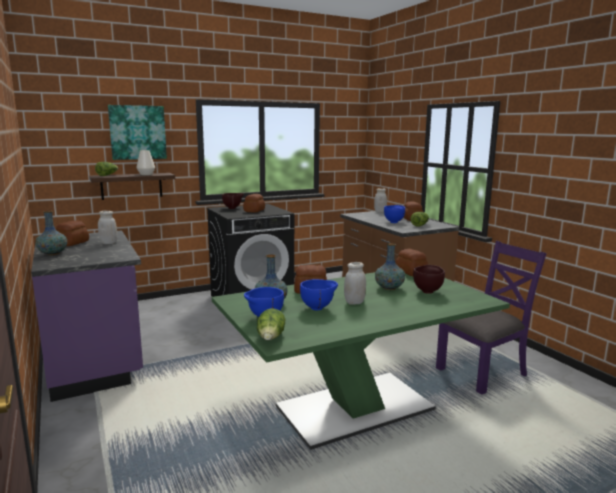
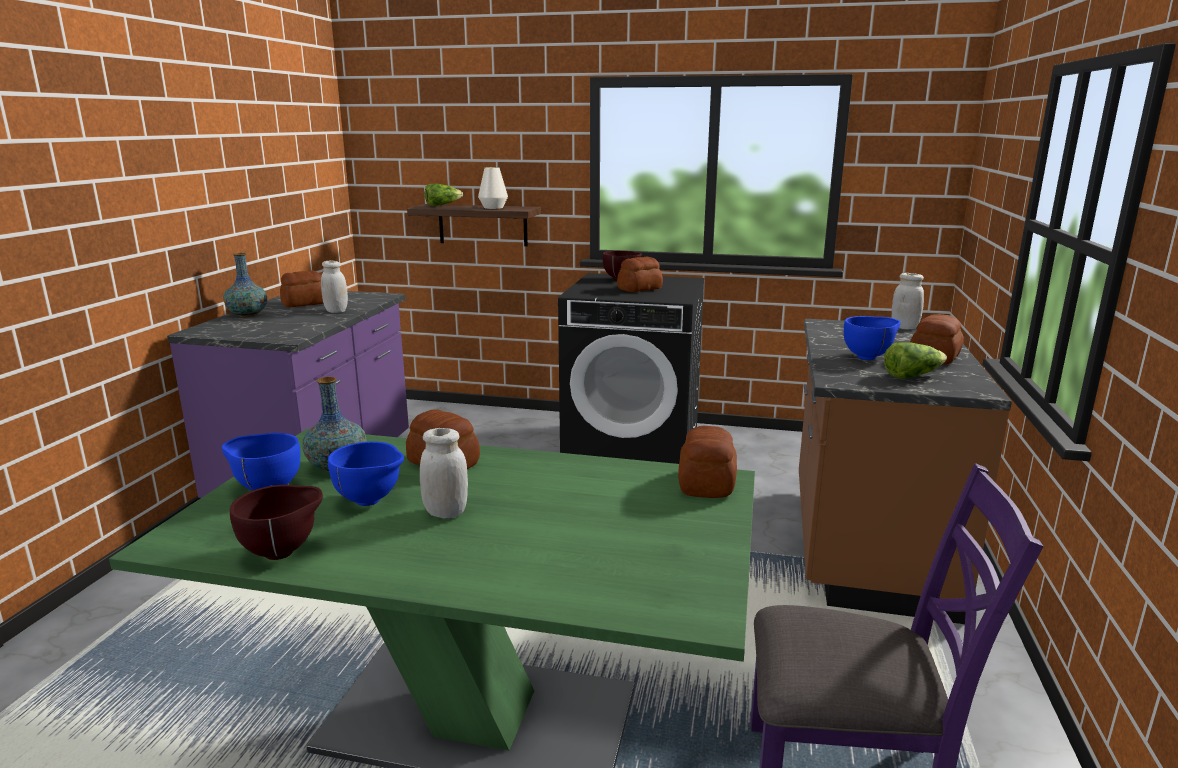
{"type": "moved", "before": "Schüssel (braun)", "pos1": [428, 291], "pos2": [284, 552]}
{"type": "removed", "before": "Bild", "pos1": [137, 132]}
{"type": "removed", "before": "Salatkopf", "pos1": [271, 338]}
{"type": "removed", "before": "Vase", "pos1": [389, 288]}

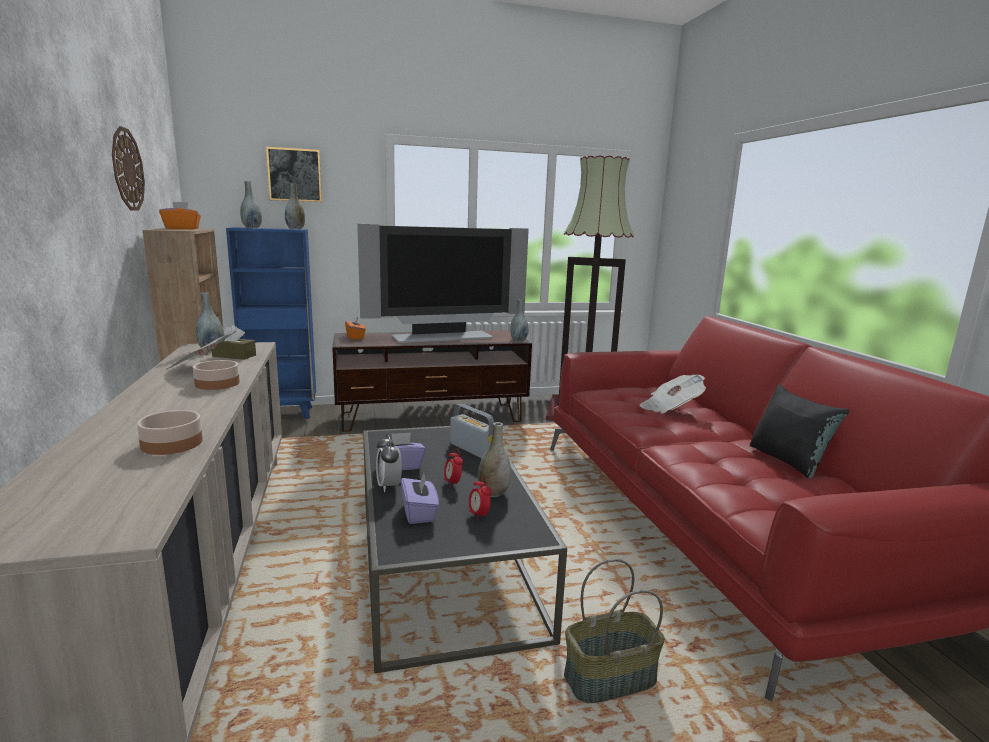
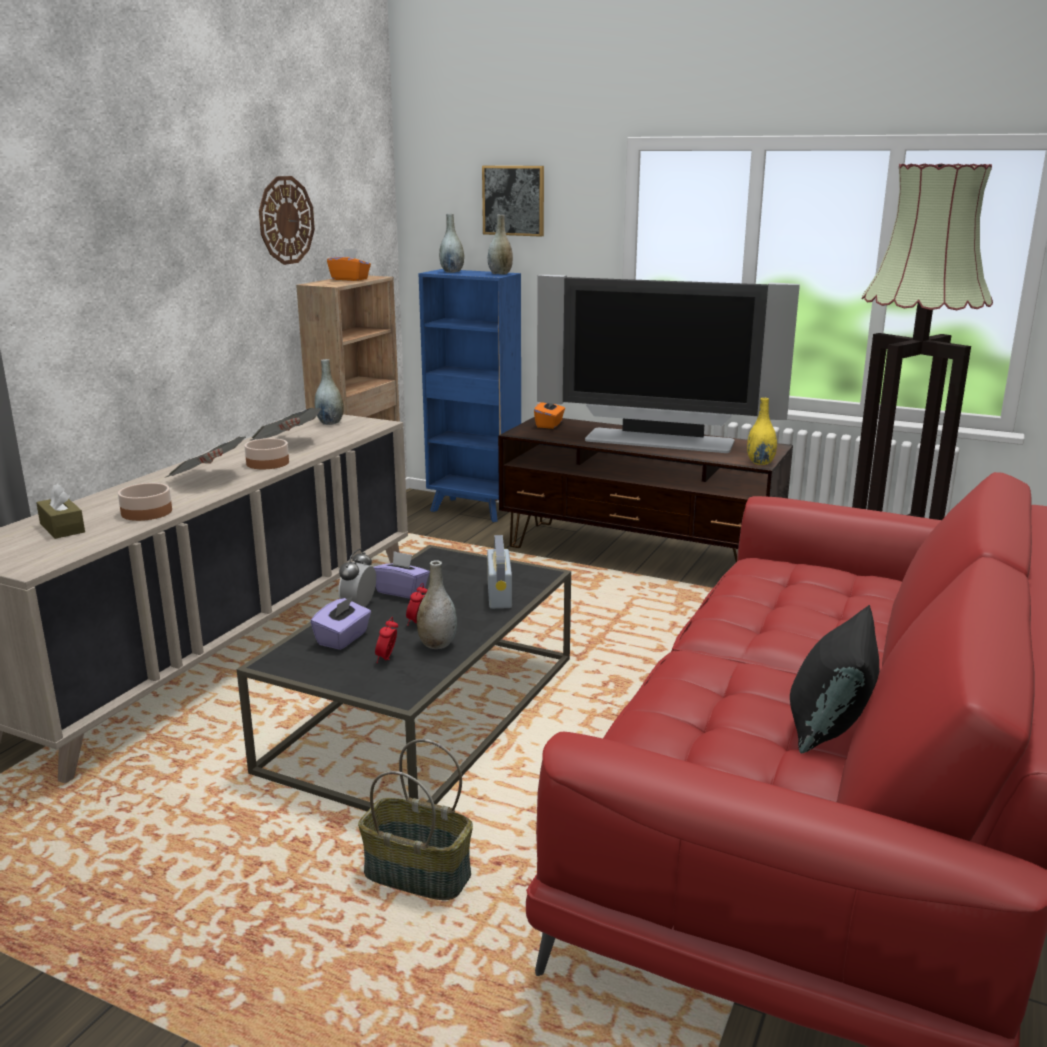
{"type": "moved", "before": "Taschentuchbox (braun)", "pos1": [234, 356], "pos2": [62, 528]}
{"type": "moved", "before": "Zeitung", "pos1": [670, 408], "pos2": [207, 478]}
{"type": "recoloured", "before": "Vase (grau)", "after": "Vase (gelb)", "pos1": [518, 340], "pos2": [760, 462]}

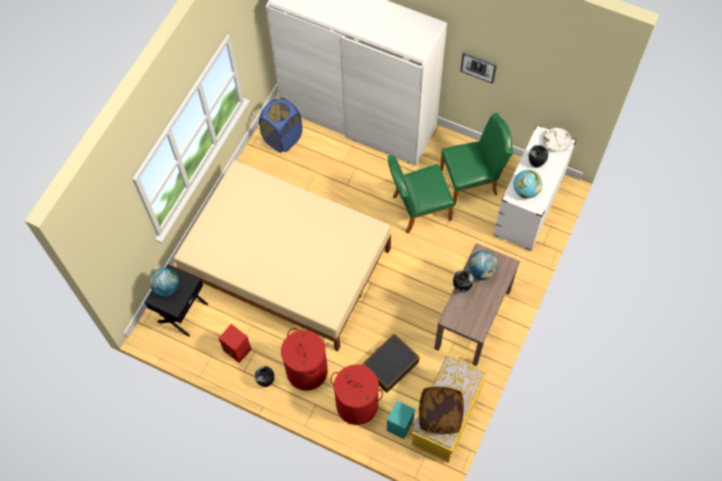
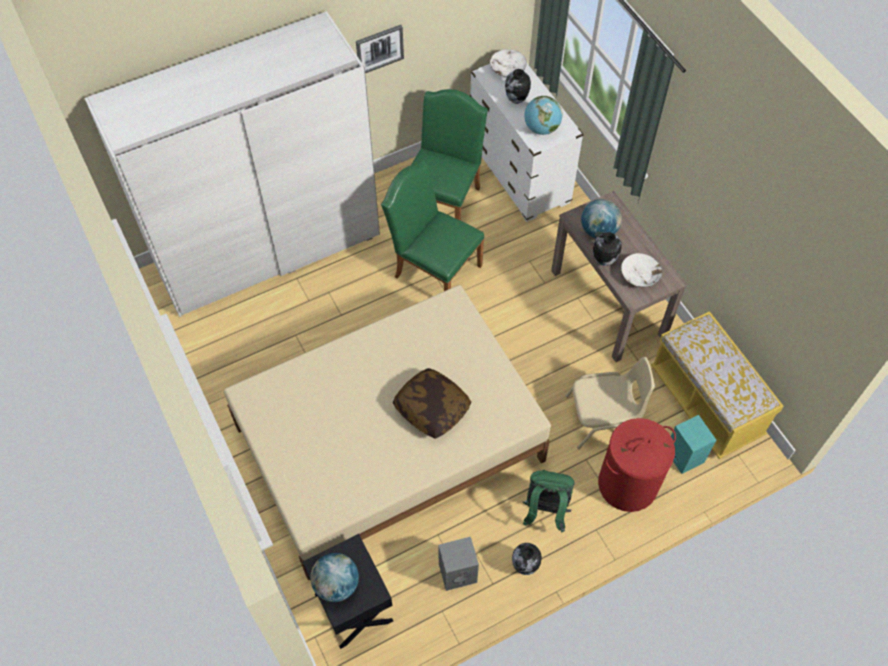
{"type": "turned", "before": "Stuhl (grün)", "pos1": [417, 209], "pos2": [433, 268], "turn": 105}
{"type": "moved", "before": "Kissen", "pos1": [440, 412], "pos2": [431, 408]}
{"type": "recoloured", "before": "Lautsprecher (rot)", "after": "Lautsprecher (grau)", "pos1": [238, 350], "pos2": [458, 572]}
{"type": "replaced", "before": "Wäschekorb (rot)", "after": "Rucksack (grün)", "pos1": [306, 371], "pos2": [545, 511]}
{"type": "replaced", "before": "Koffer (schwarz)", "after": "Stuhl (beige)", "pos1": [390, 365], "pos2": [603, 418]}
{"type": "added", "after": "Schüssel (weiß)", "pos2": [640, 276]}
{"type": "removed", "before": "Wäschekorb (blau)", "pos1": [282, 138]}

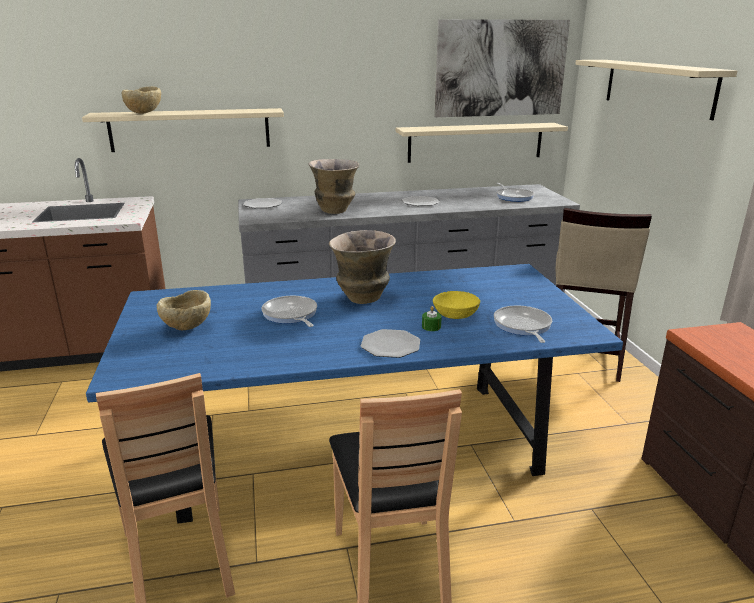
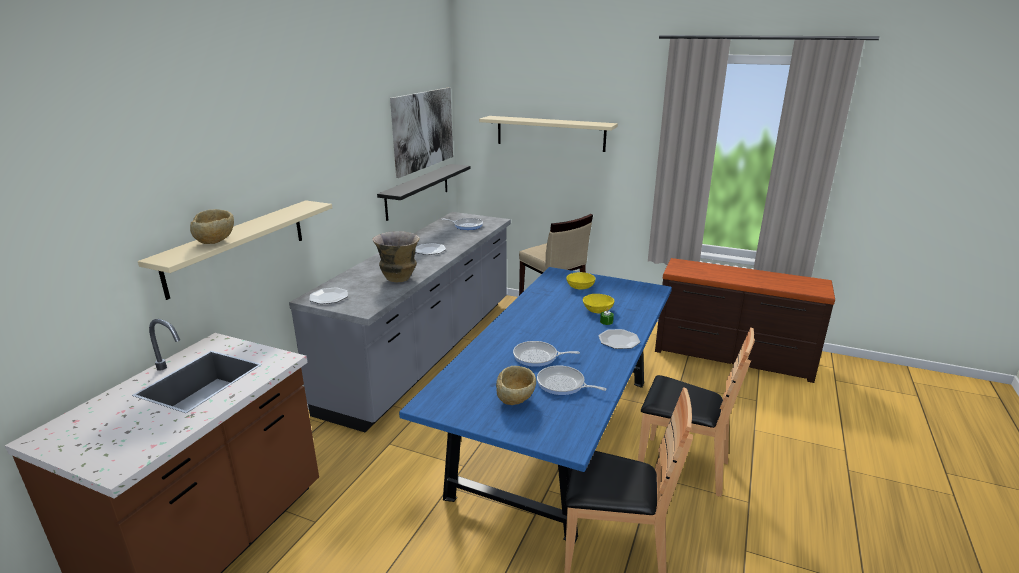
{"type": "recoloured", "before": "Wandregal (beige)", "after": "Wandregal (schwarz)", "pos1": [475, 142], "pos2": [418, 191]}
{"type": "moved", "before": "Pfanne", "pos1": [522, 326], "pos2": [563, 384]}
{"type": "added", "after": "Schüssel (gelb)", "pos2": [580, 287]}
{"type": "removed", "before": "Vase", "pos1": [363, 299]}

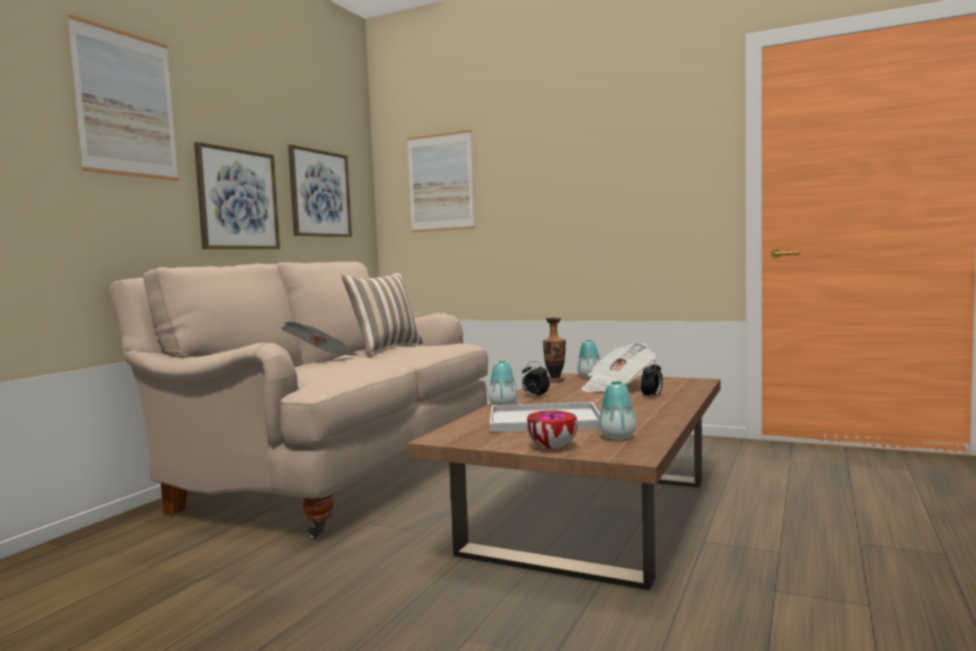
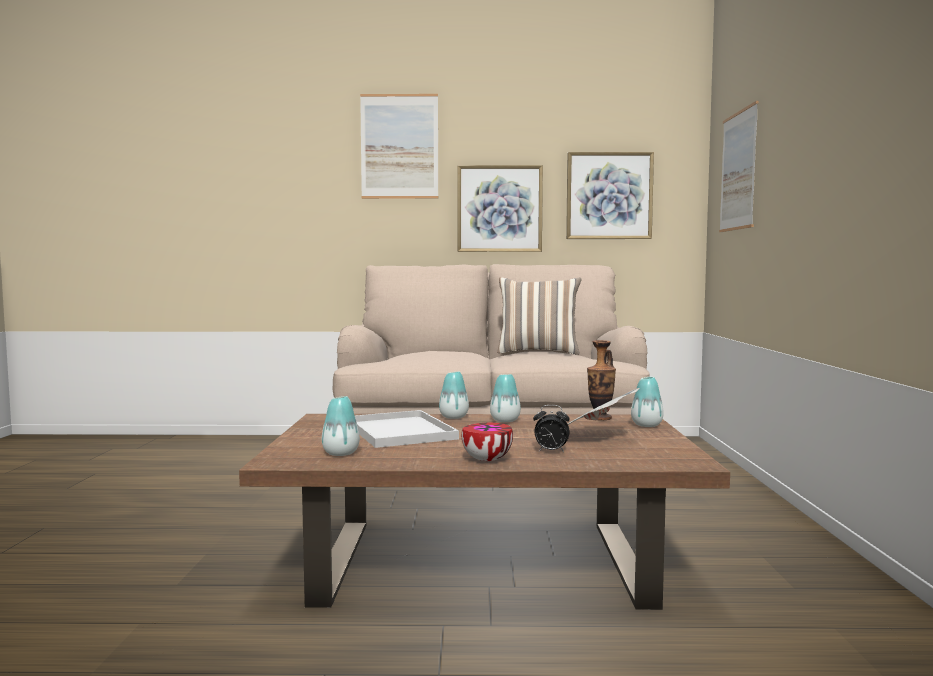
{"type": "moved", "before": "Schüssel", "pos1": [552, 448], "pos2": [485, 460]}
{"type": "replaced", "before": "Wecker", "after": "Vase", "pos1": [535, 397], "pos2": [505, 420]}
{"type": "removed", "before": "Zeitung", "pos1": [322, 359]}

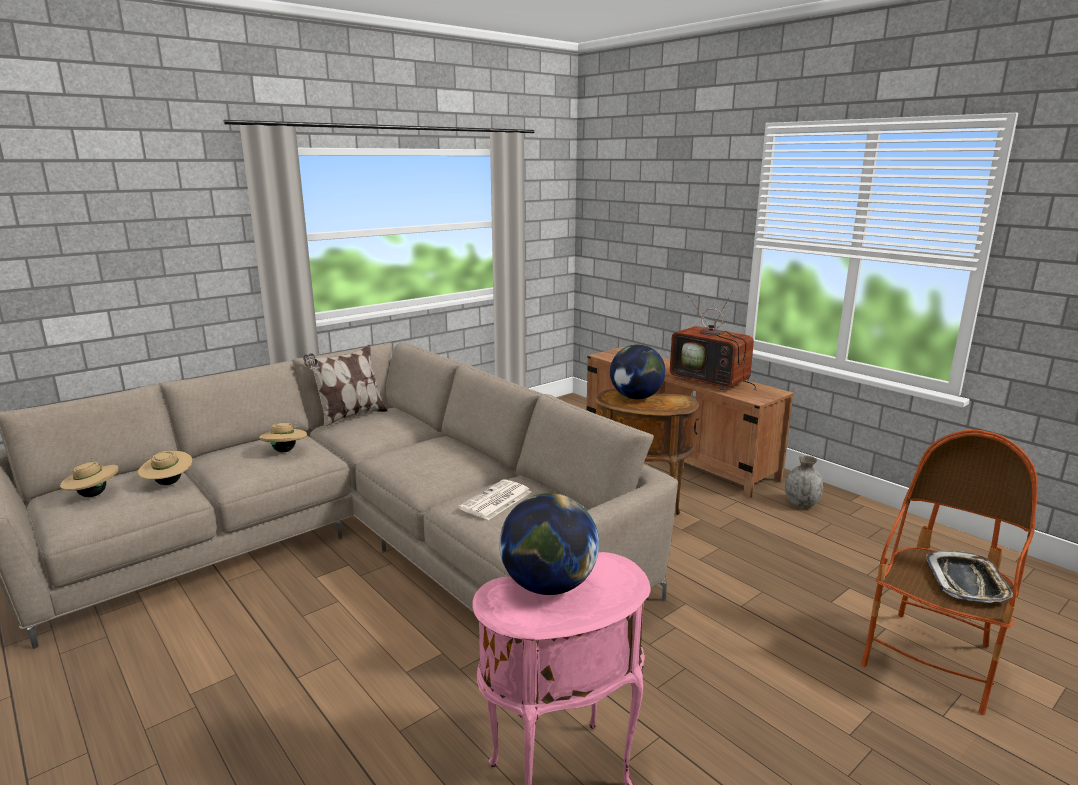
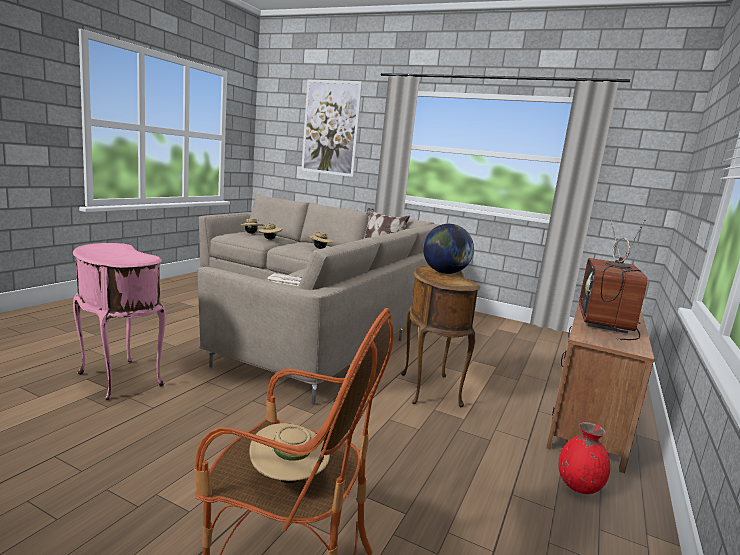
{"type": "replaced", "before": "Tablett", "after": "Hut (beige)", "pos1": [967, 582], "pos2": [288, 478]}
{"type": "added", "after": "Bild", "pos2": [330, 128]}
{"type": "recoloured", "before": "Vase (grau)", "after": "Vase (rot)", "pos1": [801, 504], "pos2": [578, 486]}
{"type": "removed", "before": "Globus", "pos1": [548, 586]}

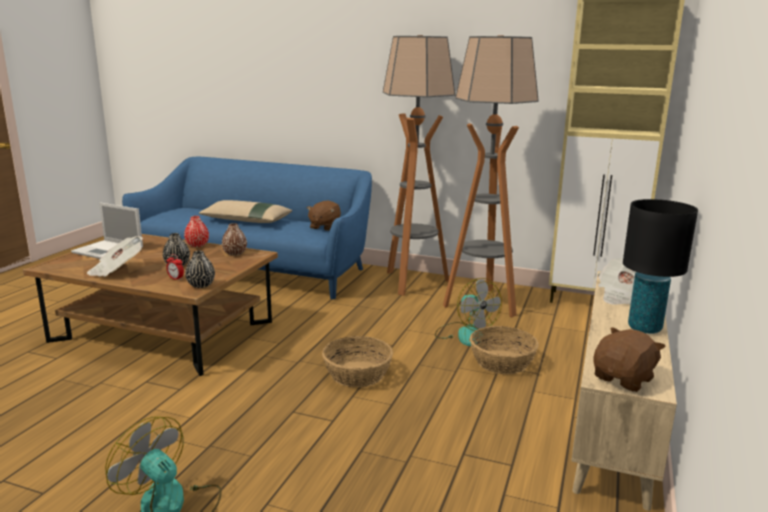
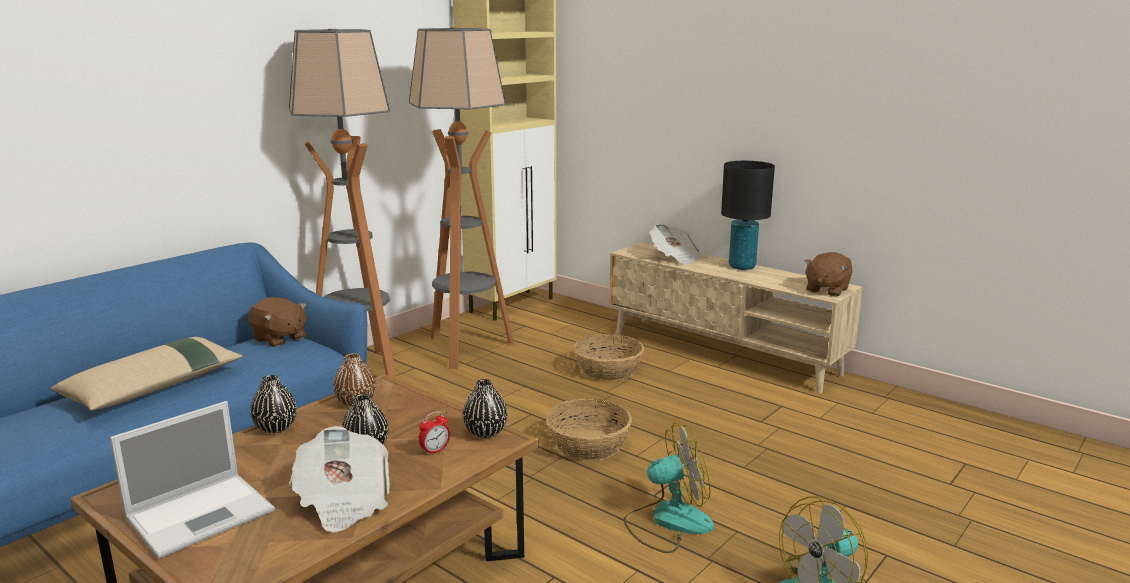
{"type": "recoloured", "before": "Vase (rot)", "after": "Vase (schwarz)", "pos1": [197, 245], "pos2": [275, 427]}
{"type": "moved", "before": "Ventilator", "pos1": [465, 334], "pos2": [668, 522]}
{"type": "turned", "before": "Plüschtier (braun)", "pos1": [624, 379], "pos2": [826, 290], "turn": -120}

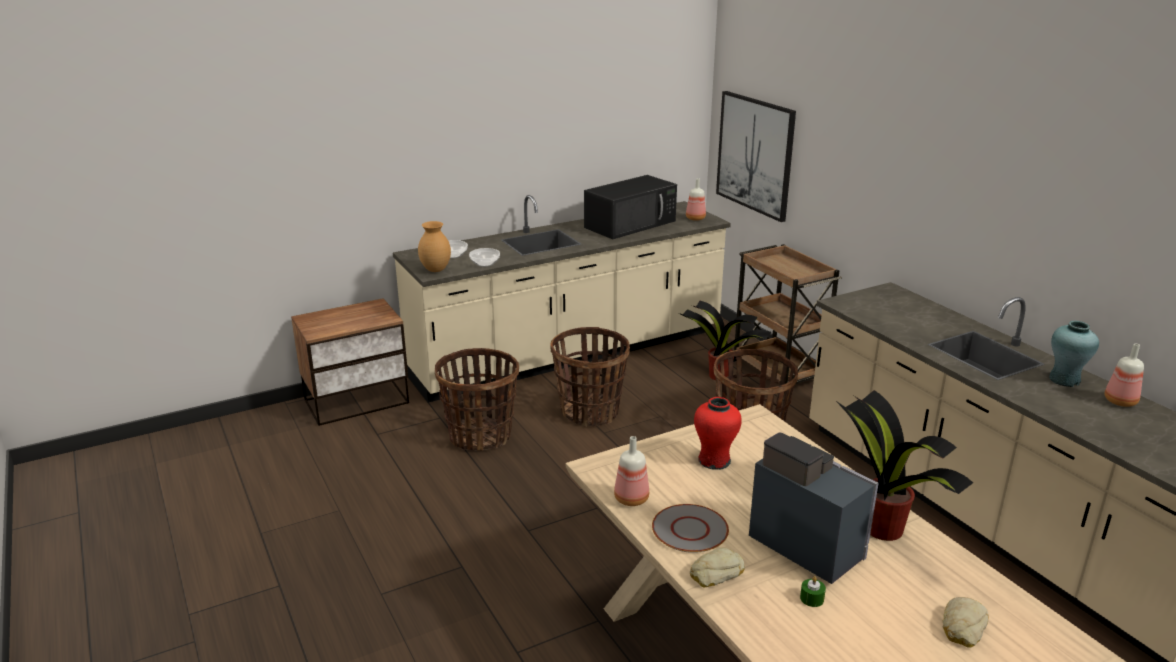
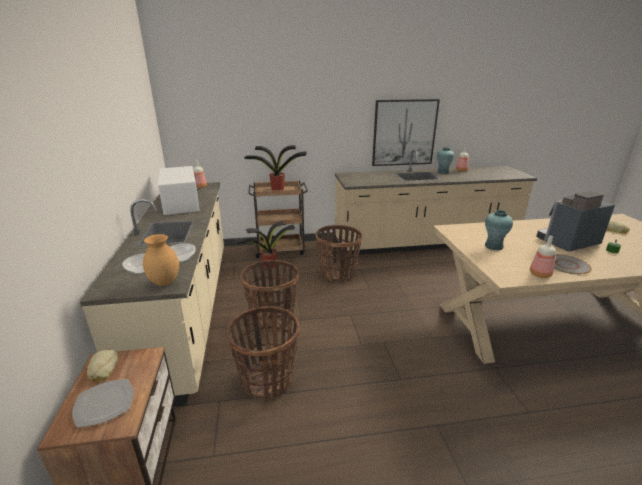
{"type": "added", "after": "Teller", "pos2": [104, 404]}
{"type": "moved", "before": "Brot", "pos1": [715, 572], "pos2": [102, 369]}
{"type": "recoloured", "before": "Mikrowelle (schwarz)", "after": "Mikrowelle (weiß)", "pos1": [631, 224], "pos2": [180, 202]}
{"type": "moved", "before": "Topfpflanze", "pos1": [882, 527], "pos2": [276, 189]}
{"type": "moved", "before": "Bild", "pos1": [755, 154], "pos2": [404, 133]}
{"type": "recoloured", "before": "Vase (rot)", "after": "Vase (türkis)", "pos1": [714, 460], "pos2": [493, 246]}

